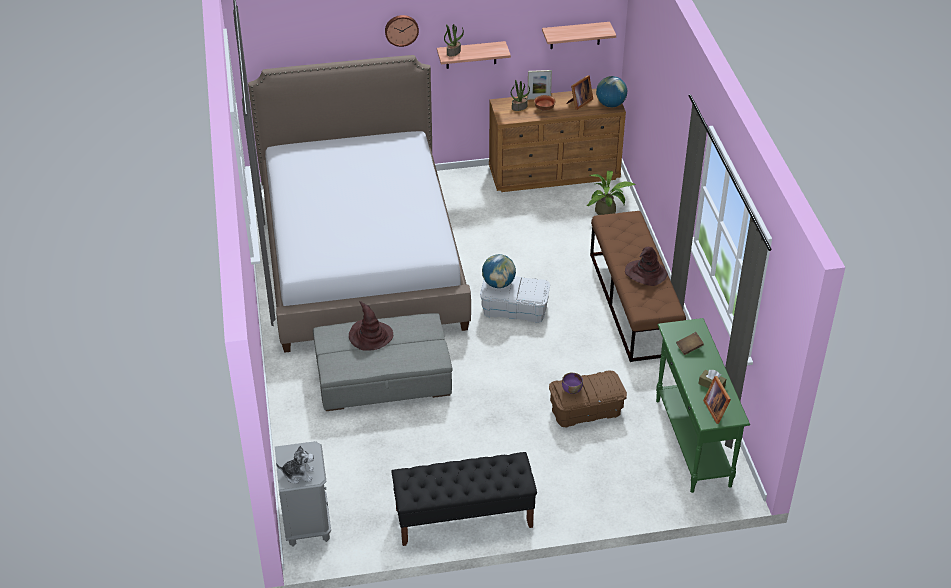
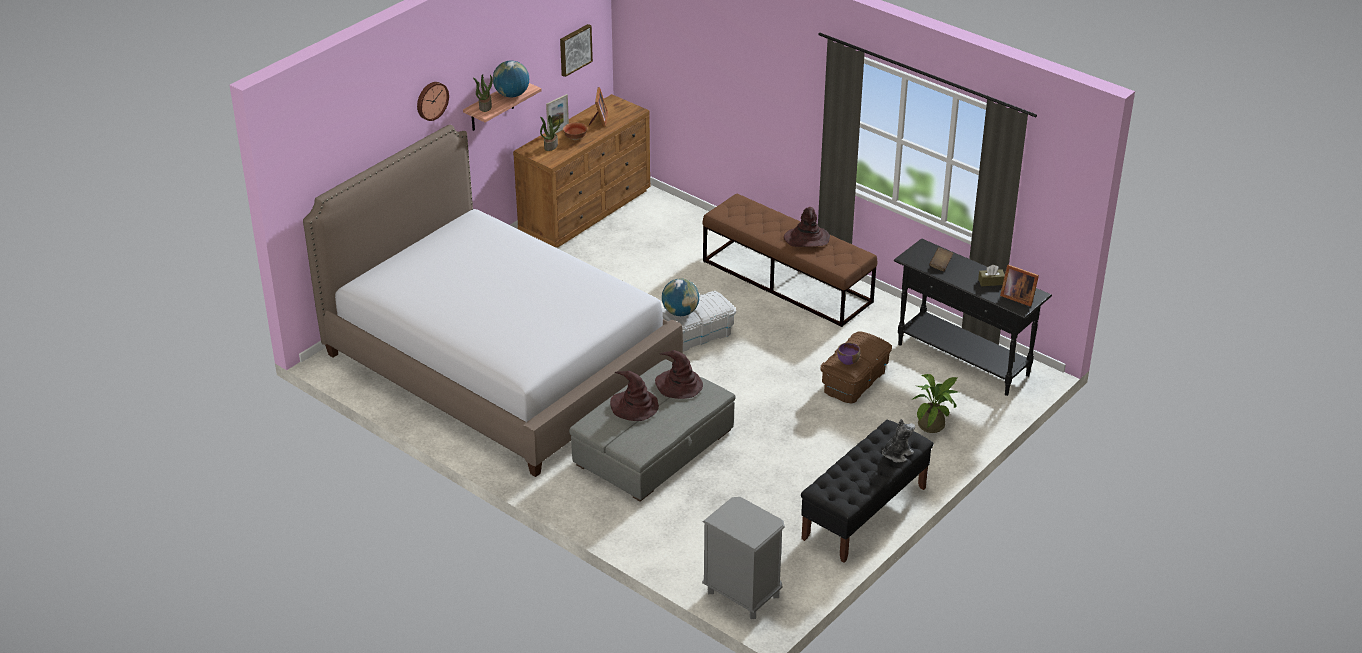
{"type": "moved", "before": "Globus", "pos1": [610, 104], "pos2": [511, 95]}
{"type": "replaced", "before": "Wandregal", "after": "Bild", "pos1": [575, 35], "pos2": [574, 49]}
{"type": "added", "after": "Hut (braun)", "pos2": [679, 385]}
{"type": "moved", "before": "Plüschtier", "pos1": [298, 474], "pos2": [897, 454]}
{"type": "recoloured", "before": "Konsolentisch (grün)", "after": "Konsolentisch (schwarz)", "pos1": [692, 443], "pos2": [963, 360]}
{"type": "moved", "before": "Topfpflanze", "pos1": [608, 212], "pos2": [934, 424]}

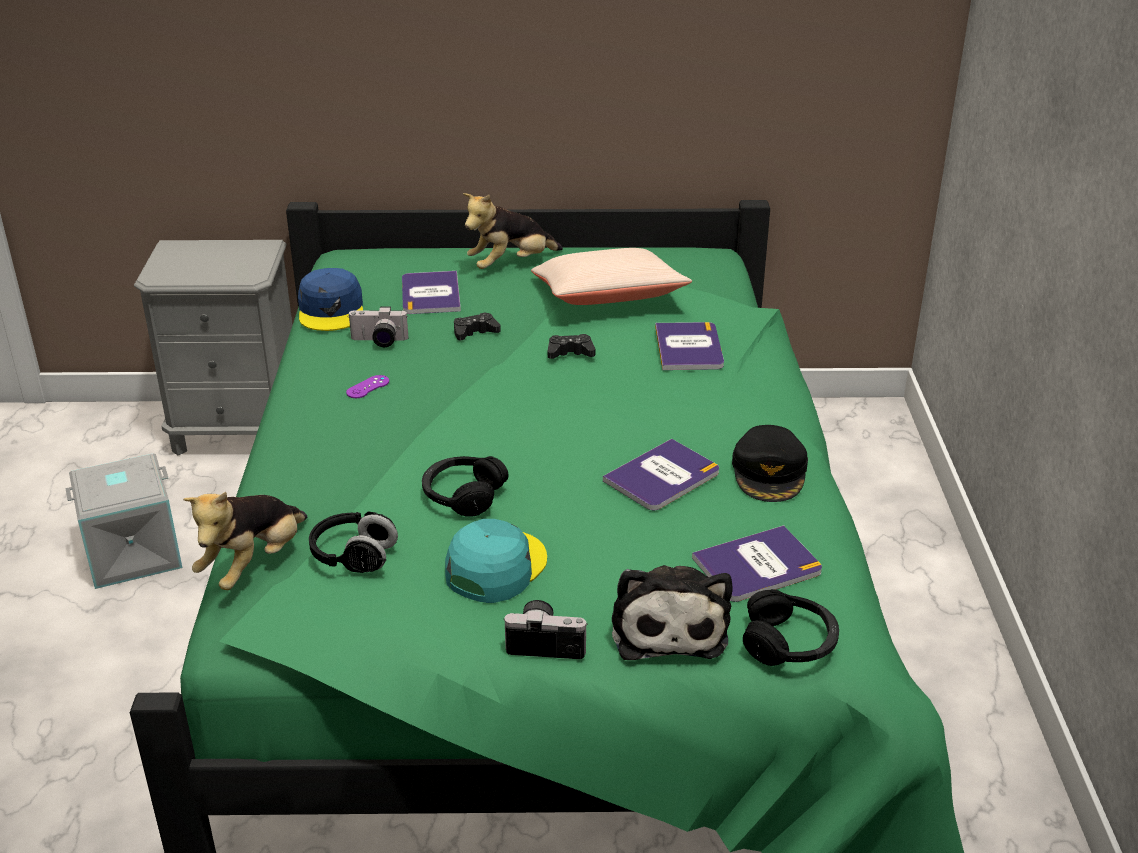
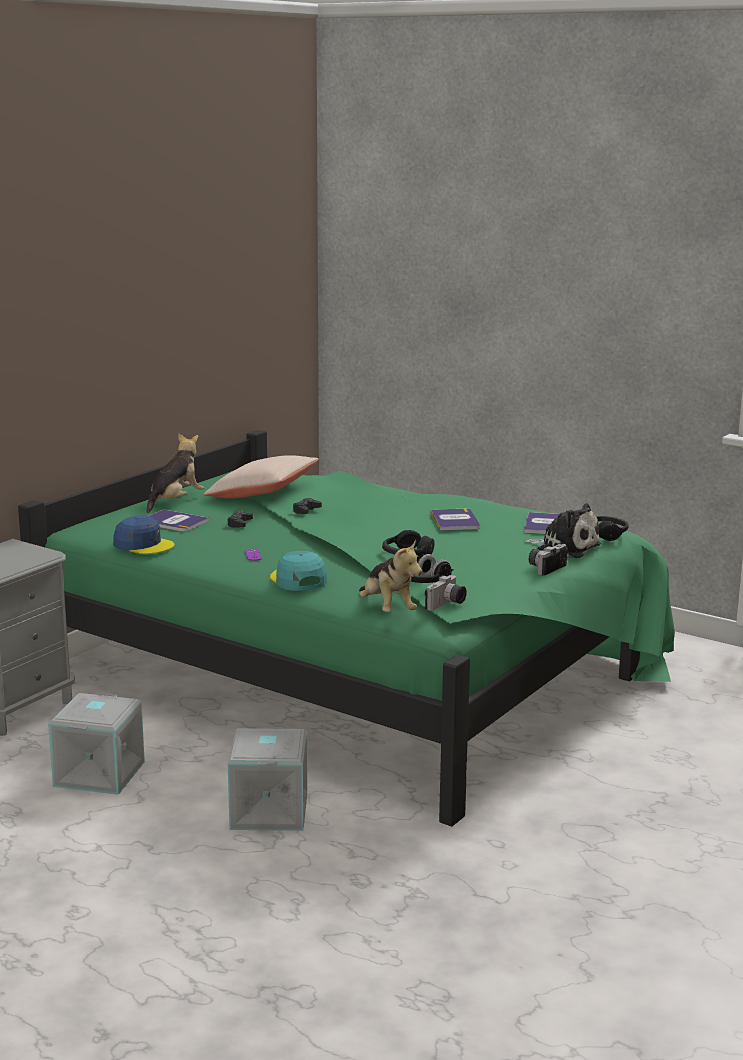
{"type": "turned", "before": "Plüschtier", "pos1": [511, 265], "pos2": [175, 501], "turn": -150}
{"type": "added", "after": "Aufbewahrungsbox (grau)", "pos2": [267, 811]}
{"type": "moved", "before": "Kappe (türkis)", "pos1": [495, 567], "pos2": [298, 580]}
{"type": "moved", "before": "Kamera", "pos1": [378, 342], "pos2": [447, 604]}
{"type": "removed", "before": "Buch", "pos1": [689, 348]}
{"type": "removed", "before": "Kappe (schwarz)", "pos1": [770, 472]}

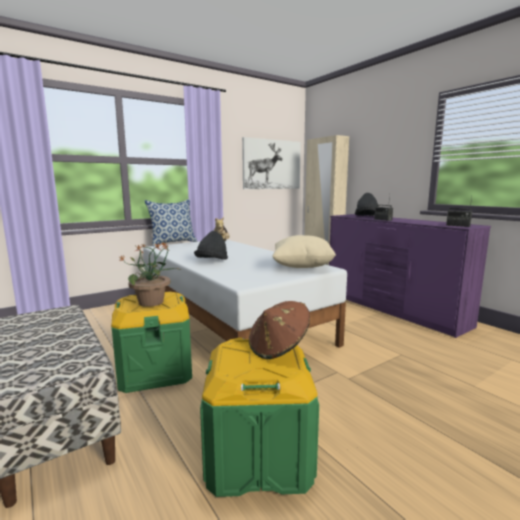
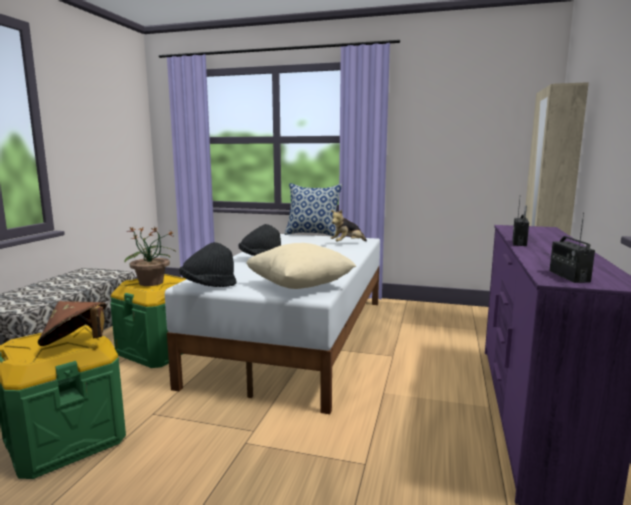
{"type": "moved", "before": "Hut (schwarz)", "pos1": [366, 217], "pos2": [208, 286]}
{"type": "removed", "before": "Bild", "pos1": [272, 164]}

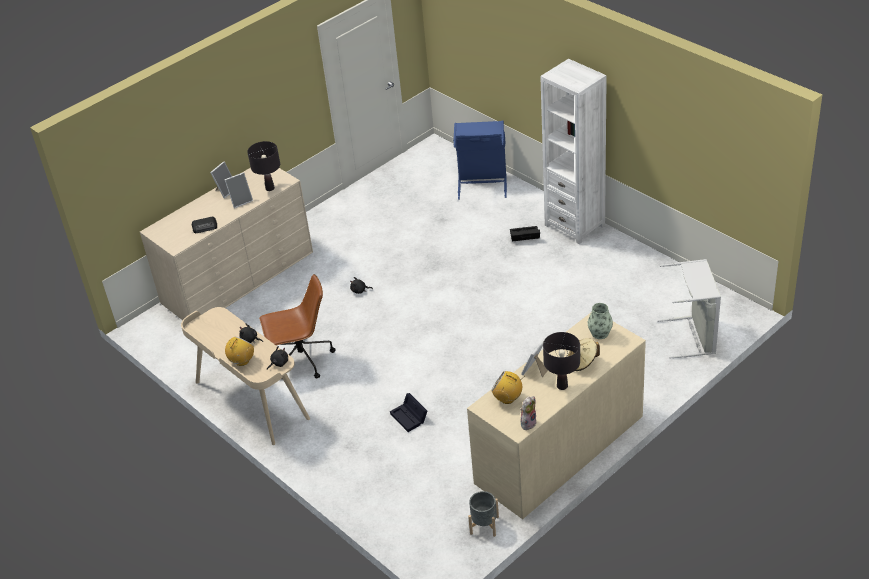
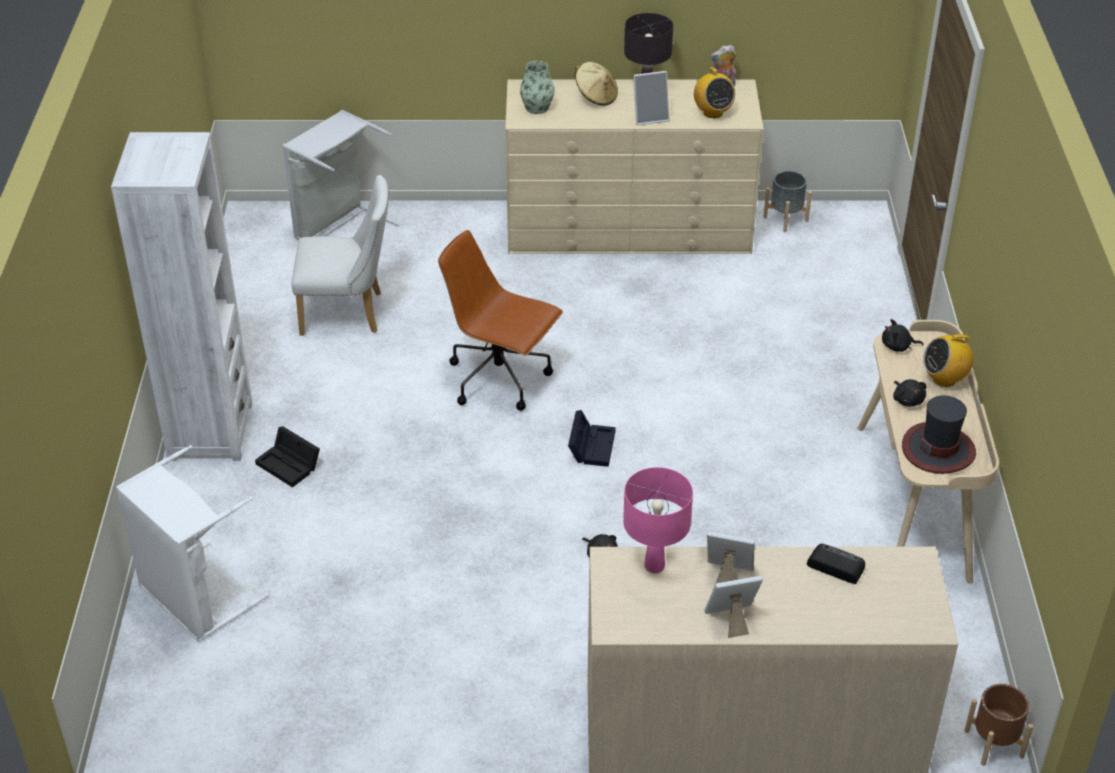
{"type": "recoloured", "before": "Wäschekorb (blau)", "after": "Wäschekorb (weiß)", "pos1": [482, 183], "pos2": [192, 599]}
{"type": "added", "after": "Stuhl (weiß)", "pos2": [348, 313]}
{"type": "moved", "before": "Bürostuhl (braun)", "pos1": [301, 360], "pos2": [500, 379]}
{"type": "moved", "before": "Aufbewahrungsbox (schwarz)", "pos1": [410, 417], "pos2": [591, 445]}
{"type": "recoloured", "before": "Tischlampe (schwarz)", "after": "Tischlampe (rosa)", "pos1": [270, 188], "pos2": [654, 566]}
{"type": "added", "after": "Hut", "pos2": [938, 449]}
{"type": "added", "after": "Pflanzkübel (braun)", "pos2": [994, 743]}

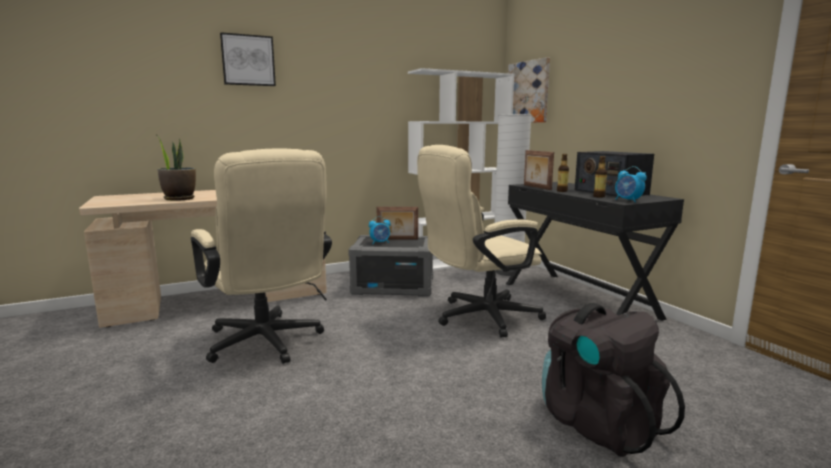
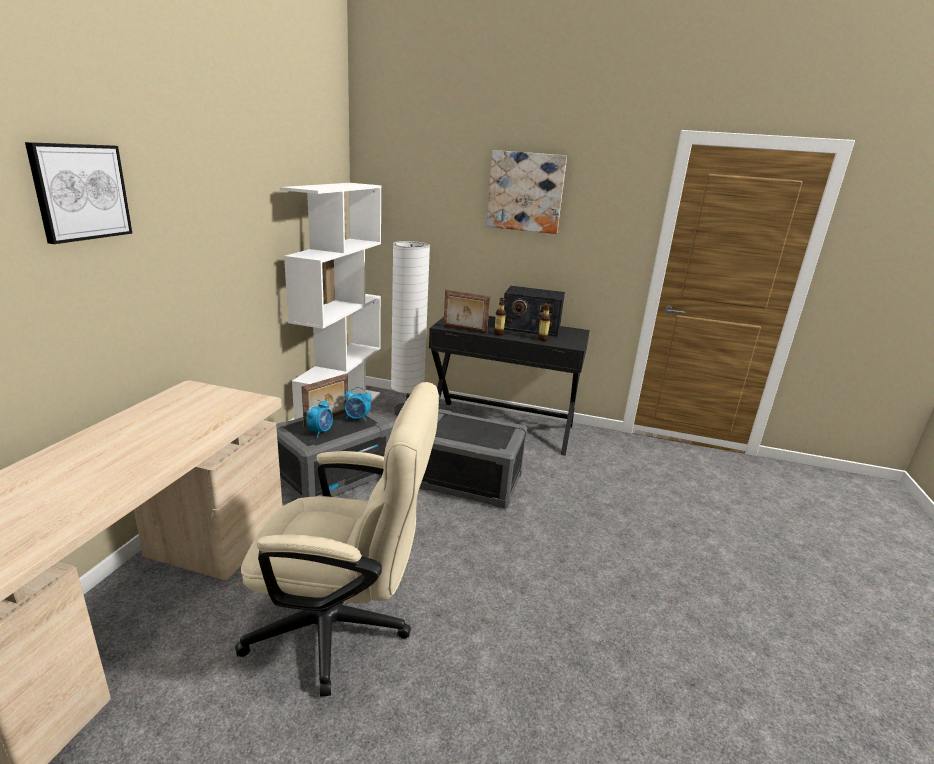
{"type": "moved", "before": "Wecker", "pos1": [628, 200], "pos2": [357, 418]}
{"type": "replaced", "before": "Bürostuhl (beige)", "after": "Aufbewahrungsbox (grau)", "pos1": [478, 317], "pos2": [468, 481]}
{"type": "moved", "before": "Bild", "pos1": [528, 92], "pos2": [525, 192]}
{"type": "removed", "before": "Topfpflanze", "pos1": [179, 199]}
{"type": "removed", "before": "Rucksack (schwarz)", "pos1": [597, 422]}

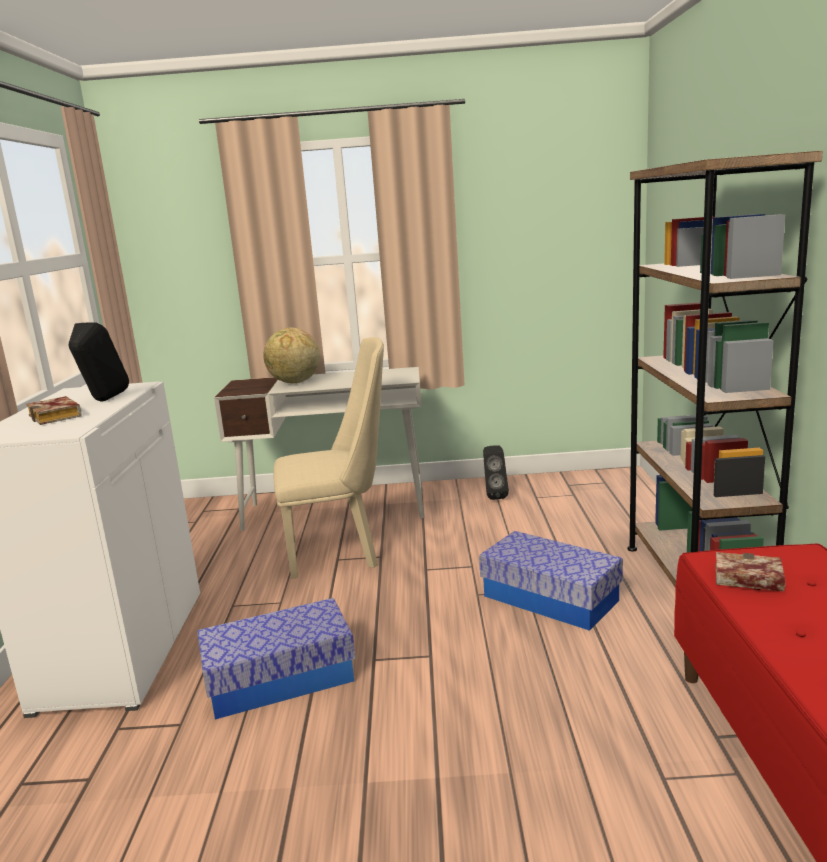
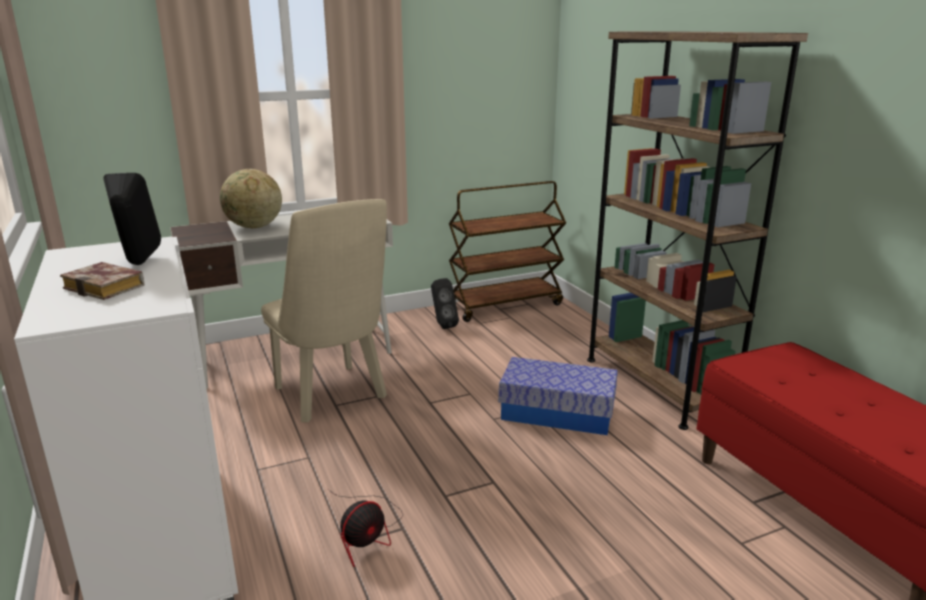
{"type": "turned", "before": "Stuhl (beige)", "pos1": [341, 552], "pos2": [334, 396], "turn": 90}
{"type": "replaced", "before": "Aufbewahrungsbox", "after": "Ventilator", "pos1": [280, 679], "pos2": [367, 533]}
{"type": "added", "after": "Rollwagen (braun)", "pos2": [505, 305]}
{"type": "removed", "before": "Buch", "pos1": [745, 579]}

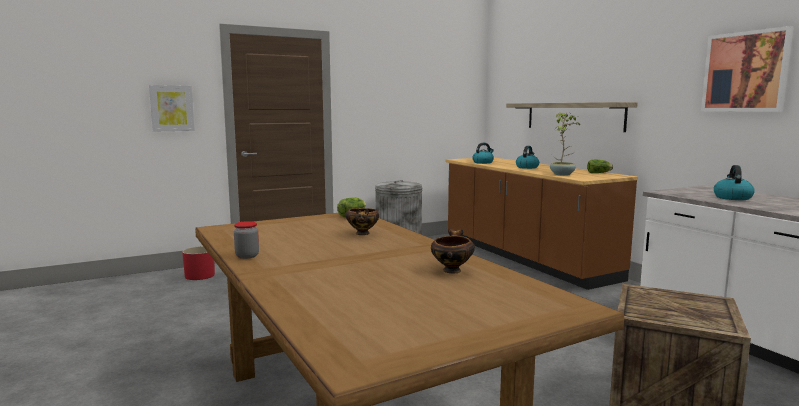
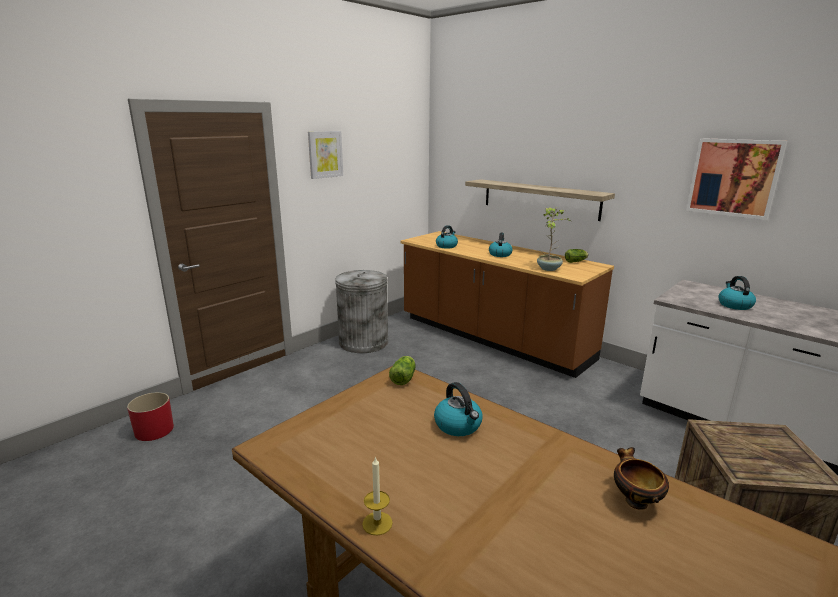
{"type": "moved", "before": "Bild", "pos1": [172, 108], "pos2": [325, 154]}
{"type": "replaced", "before": "Vorratsglas", "after": "Kerze", "pos1": [247, 256], "pos2": [377, 523]}
{"type": "replaced", "before": "Schüssel", "after": "Wasserkessel", "pos1": [363, 234], "pos2": [458, 425]}

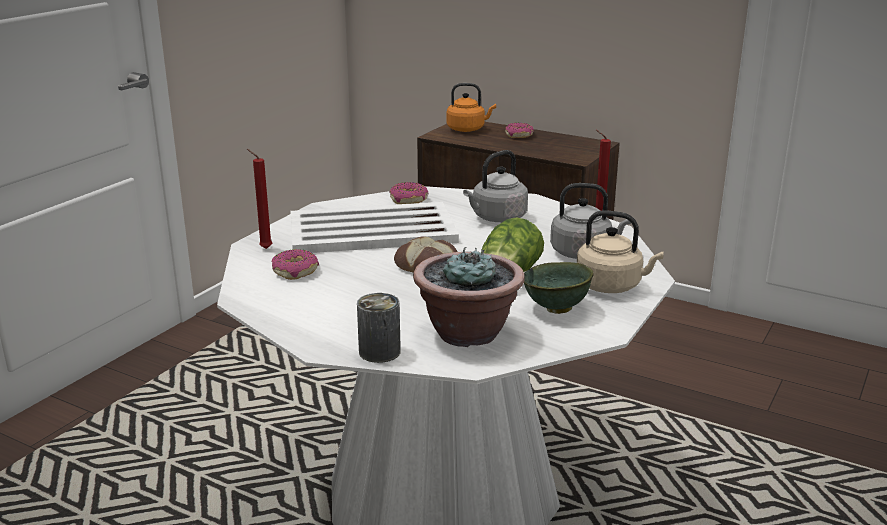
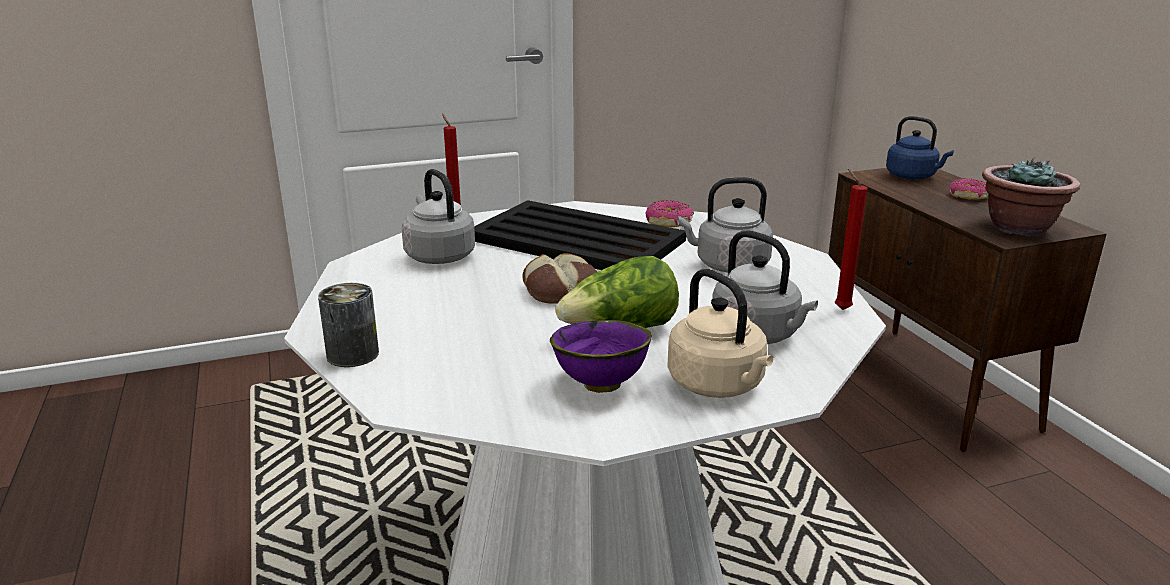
{"type": "replaced", "before": "Donut", "after": "Wasserkessel (grau)", "pos1": [295, 271], "pos2": [438, 255]}
{"type": "recoloured", "before": "Tablett (weiß)", "after": "Tablett (schwarz)", "pos1": [374, 230], "pos2": [578, 241]}
{"type": "recoloured", "before": "Schüssel (grün)", "after": "Schüssel (lila)", "pos1": [556, 309], "pos2": [599, 385]}
{"type": "recoloured", "before": "Wasserkessel (orange)", "after": "Wasserkessel (blau)", "pos1": [468, 129], "pos2": [913, 177]}
{"type": "moved", "before": "Topfpflanze", "pos1": [467, 333], "pos2": [1019, 228]}

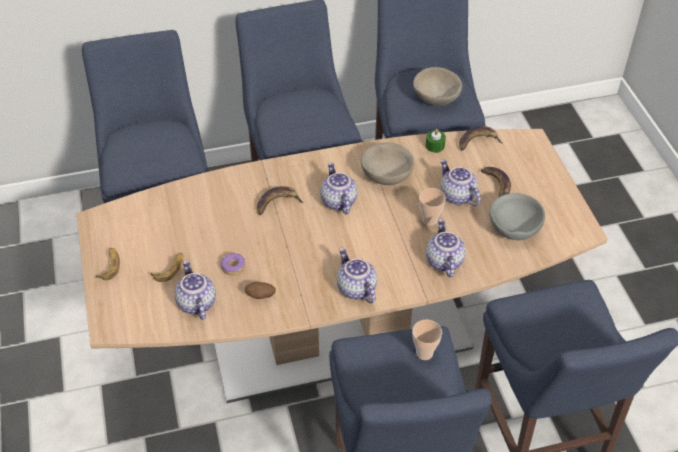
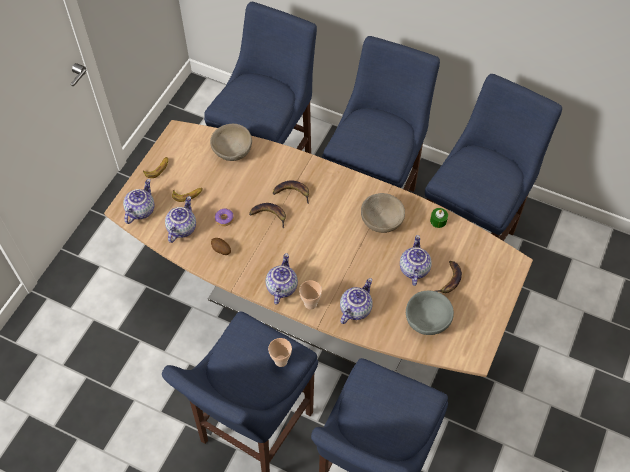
{"type": "moved", "before": "Teekanne", "pos1": [337, 201], "pos2": [140, 210]}
{"type": "moved", "before": "Schüssel (beige)", "pos1": [435, 99], "pos2": [232, 151]}
{"type": "moved", "before": "Banane", "pos1": [477, 141], "pos2": [269, 215]}
{"type": "moved", "before": "Tasse", "pos1": [429, 220], "pos2": [310, 303]}

